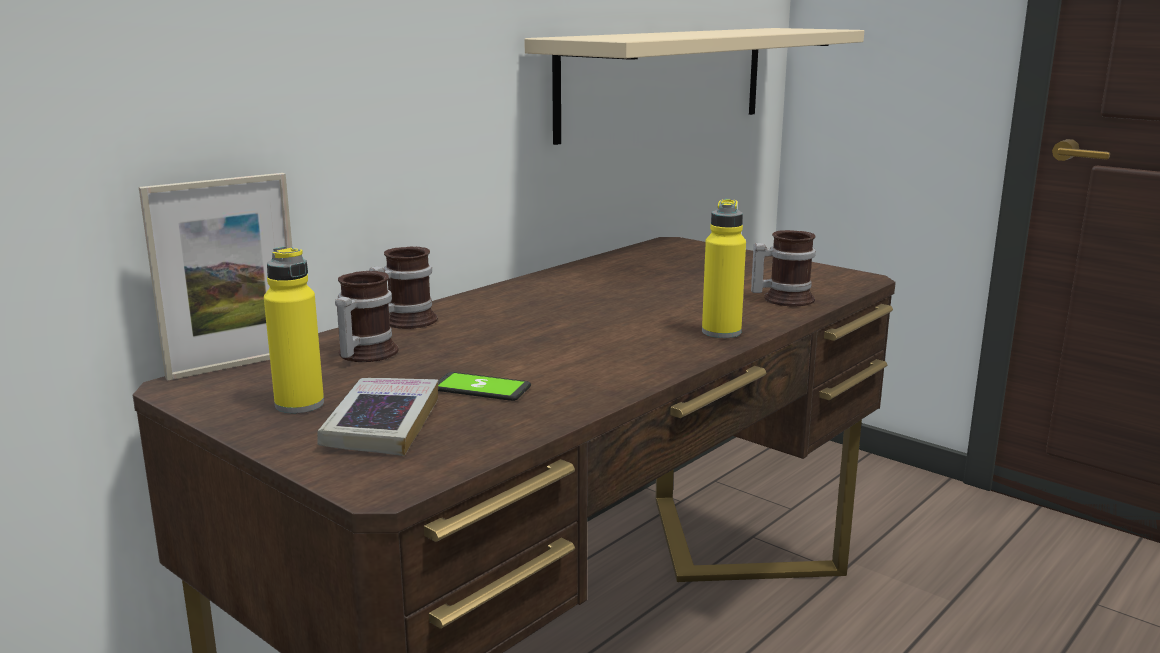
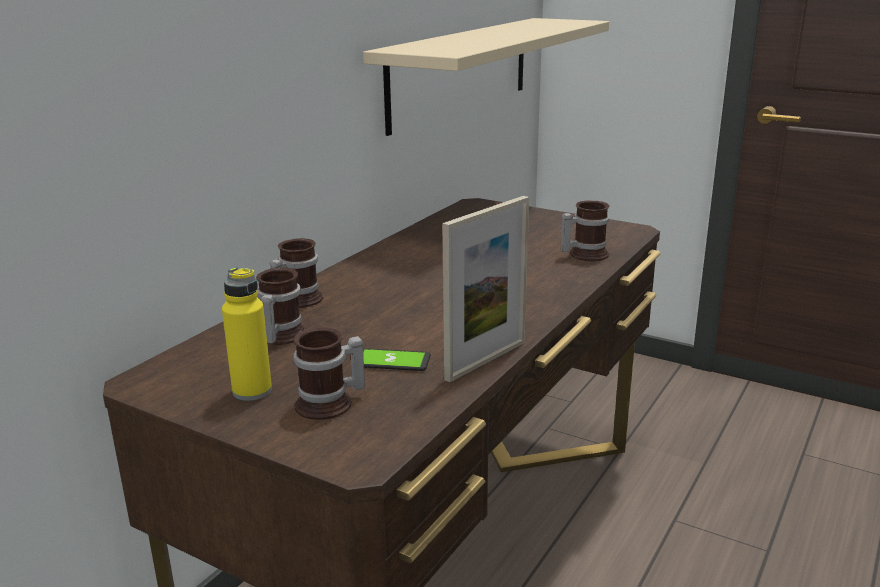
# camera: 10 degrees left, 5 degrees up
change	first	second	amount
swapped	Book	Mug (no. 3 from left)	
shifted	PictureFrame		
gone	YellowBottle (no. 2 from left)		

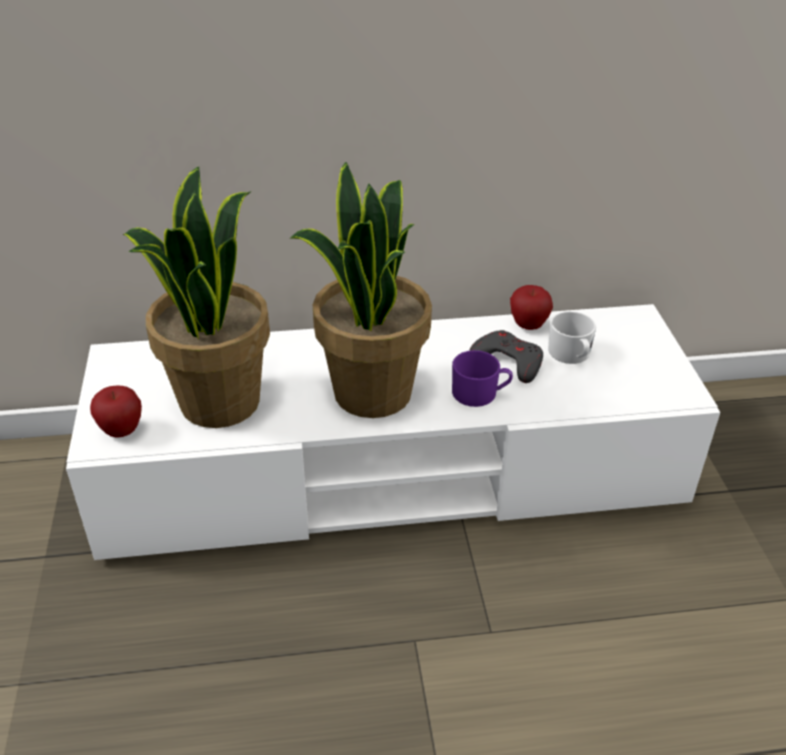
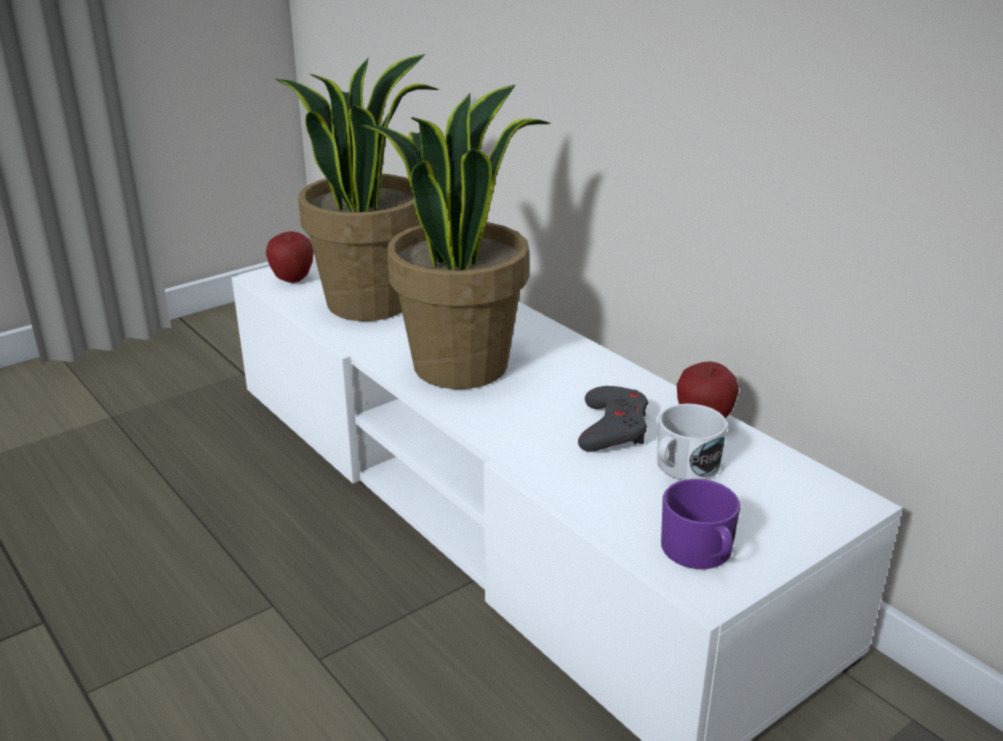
# camera: 60 degrees right, 10 degrees down
change	first	second	amount
shifted	PurpleMug		

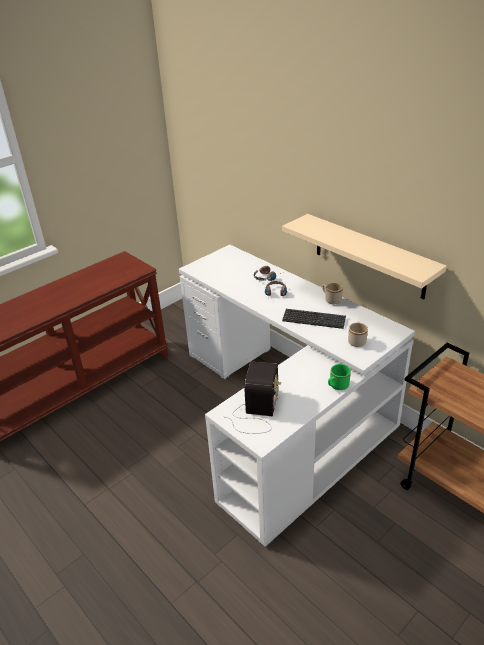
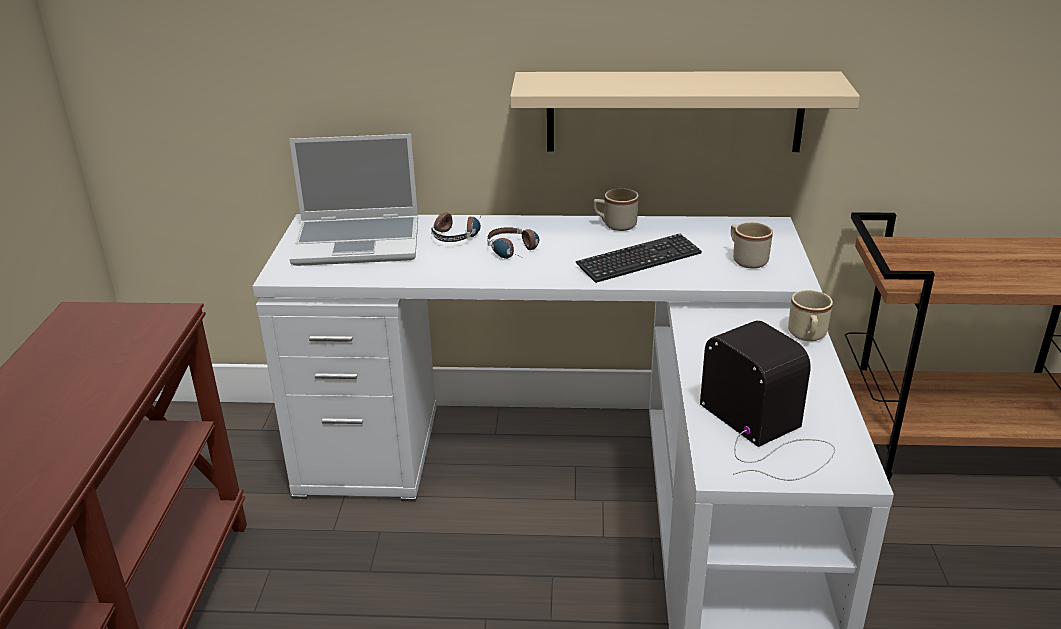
# camera: 45 degrees left, 5 degrees down
change	first	second	amount
new		Laptop	
repainted	GreenMug	BeigeMug (no. 3 from left)	

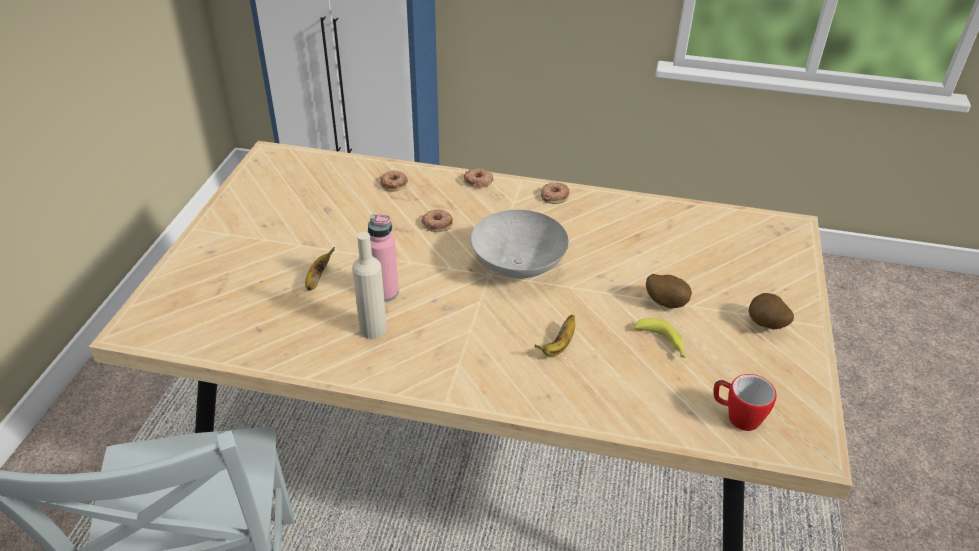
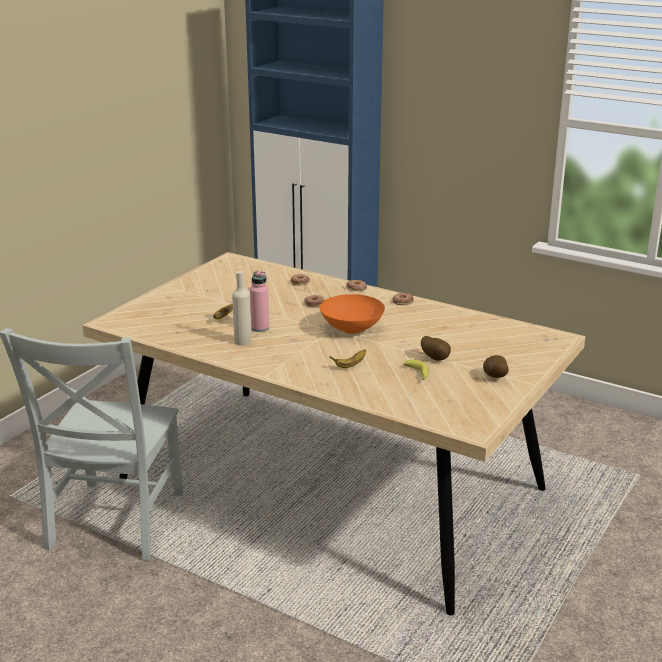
# camera: 20 degrees right, 15 degrees down
change	first	second	amount
repainted	GreyBowl	OrangeBowl	
gone	Mug		

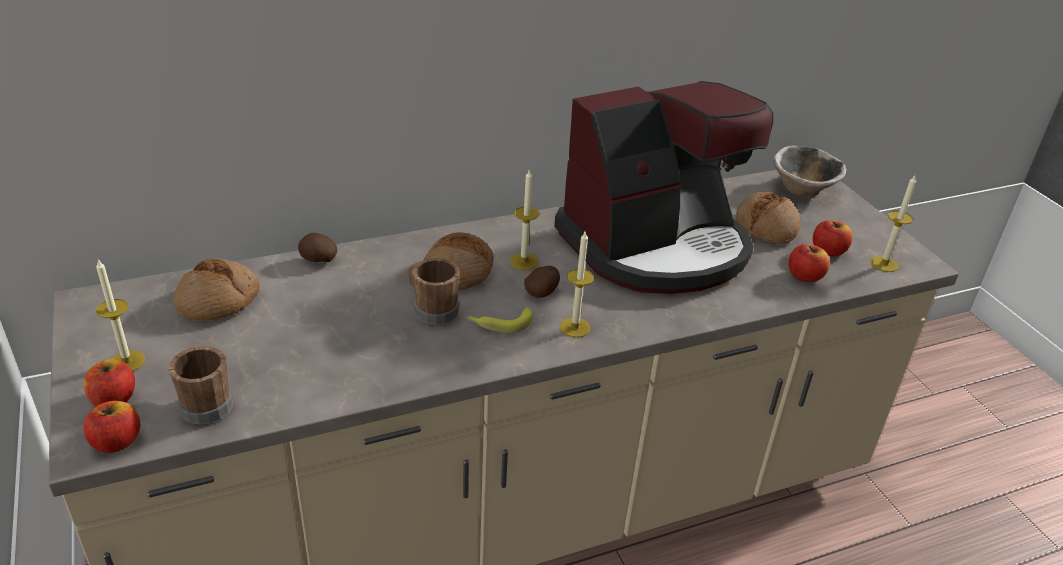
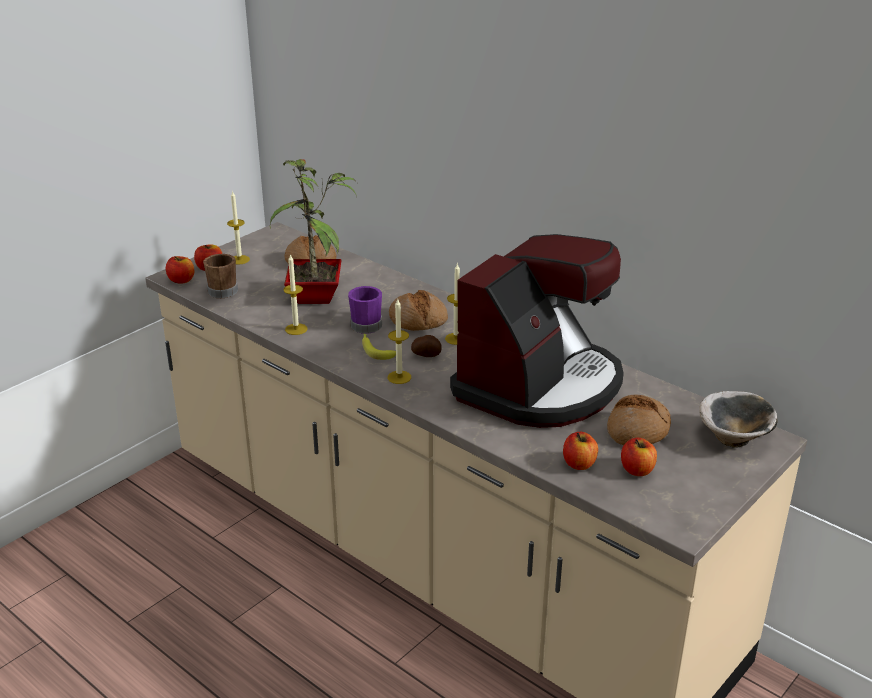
# camera: 65 degrees right, 5 degrees down
change	first	second	amount
new		PottedPlant	
shifted	Candle (no. 4 from left in the first image)	Candle (no. 2 from left)	
repainted	BrownMug (no. 2 from left)	PurpleMug	
rotated	CoffeeMachine		90 degrees counterclockwise
gone	Potato (no. 1 from left)		

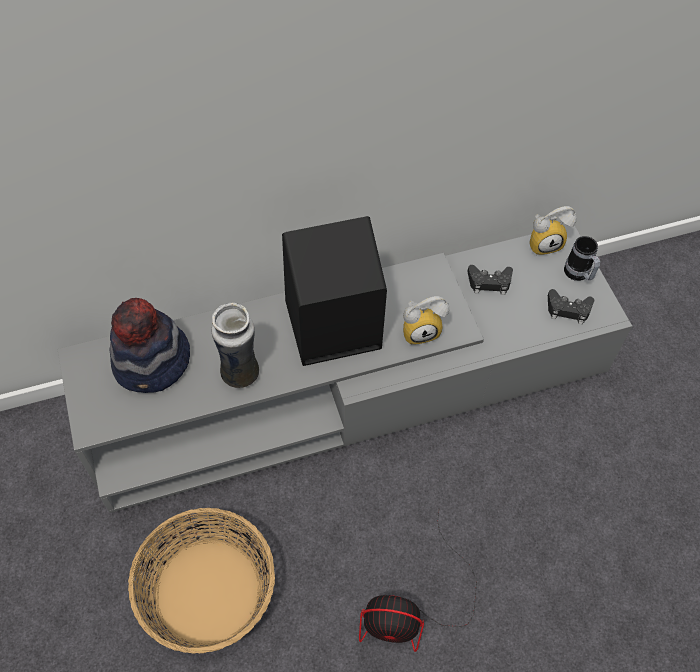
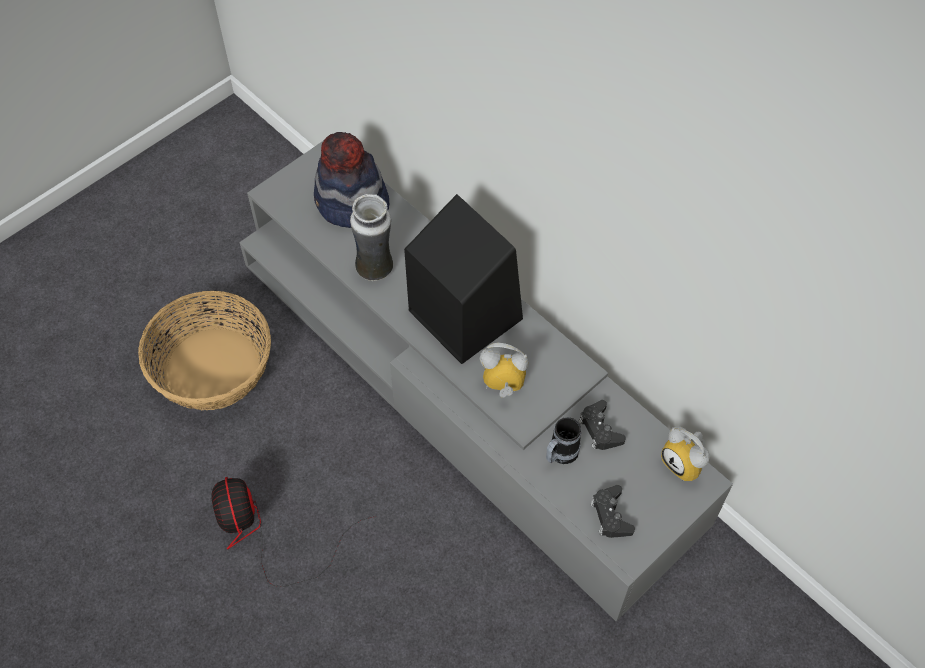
# camera: 65 degrees right, 0 degrees up
change	first	second	amount
rotated	AlarmClock (no. 1 from left)		135 degrees clockwise
shifted	Mug		

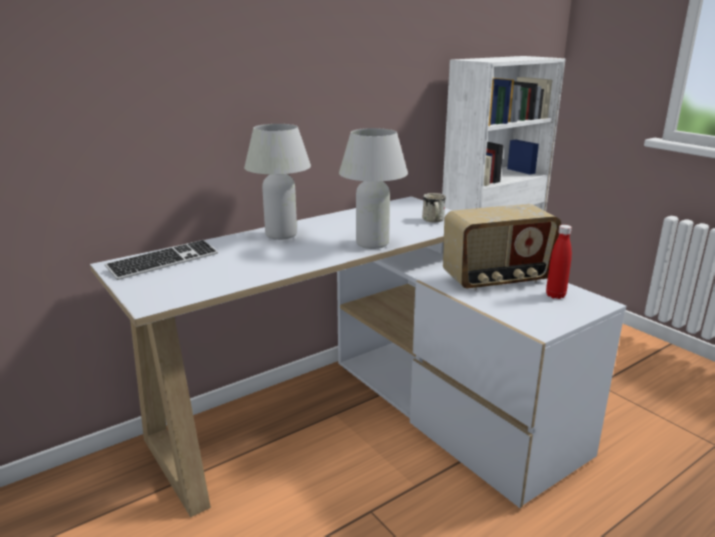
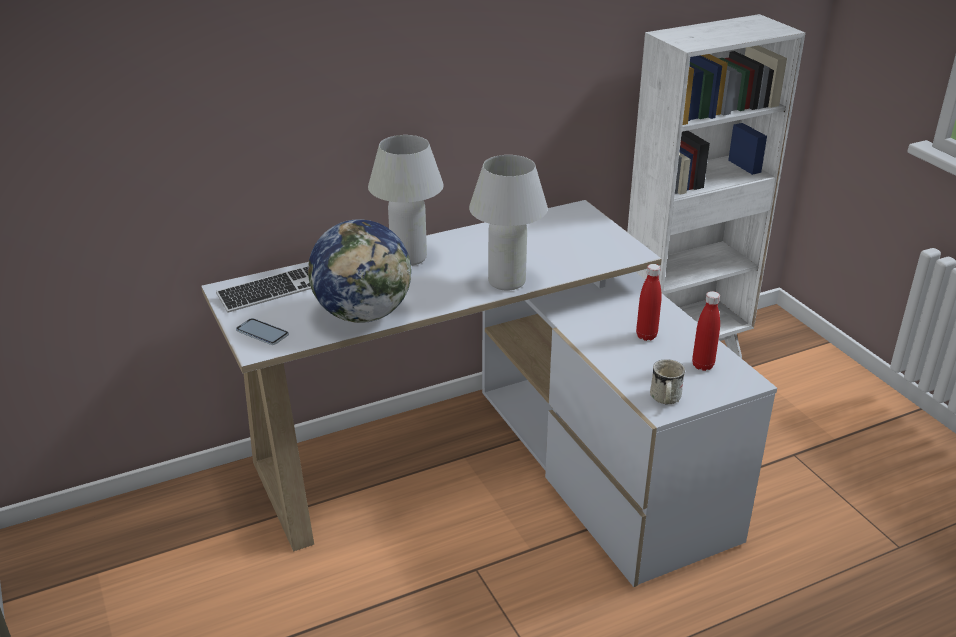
# camera: 10 degrees right, 10 degrees up
change	first	second	amount
new		Phone	
new		Globe	
swapped	Radio	RedBottle (no. 1 from left)	
shifted	WhiteMug		

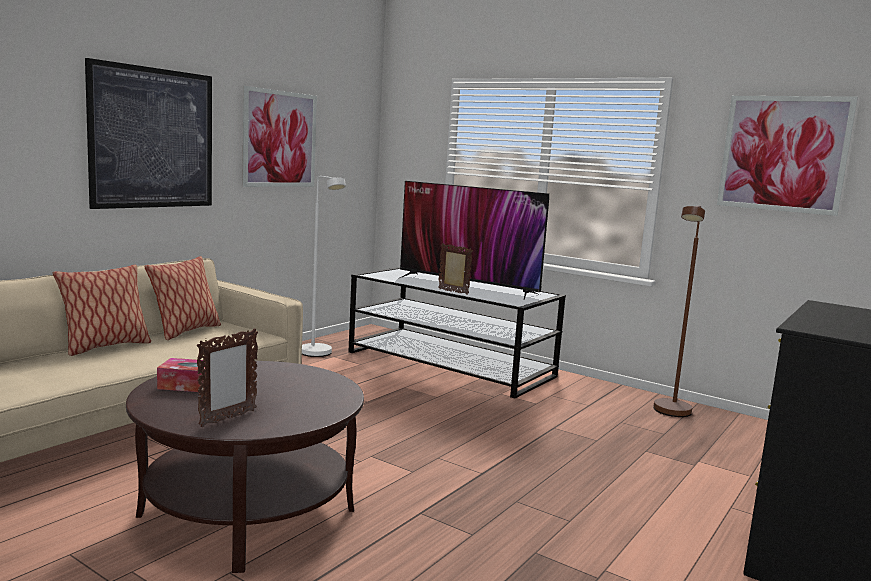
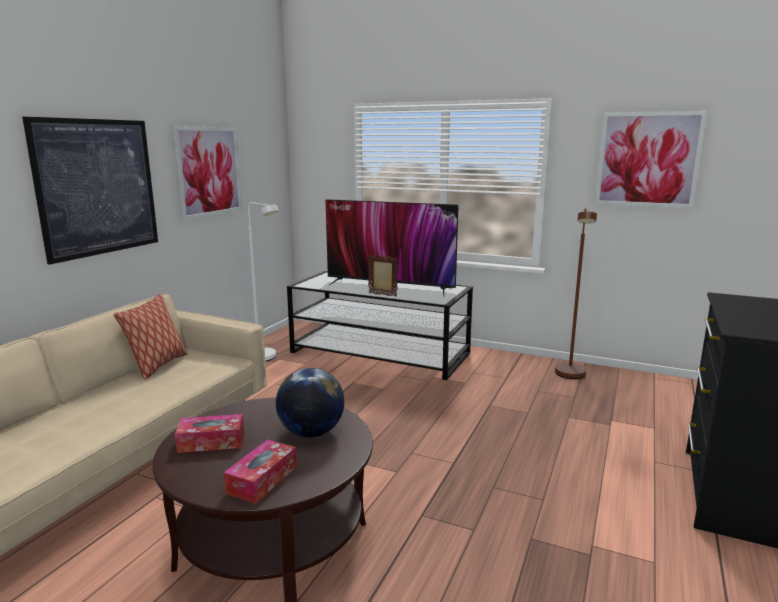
# camera: 10 degrees left, 5 degrees up
change	first	second	amount
swapped	PictureFrame (no. 1 from left)	TissueBox (no. 2 from left)	
new		Globe	
gone	Pillow (no. 1 from left)		

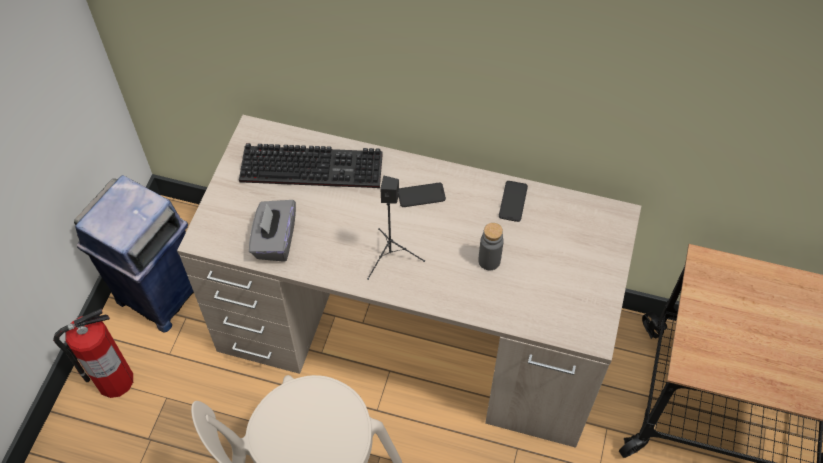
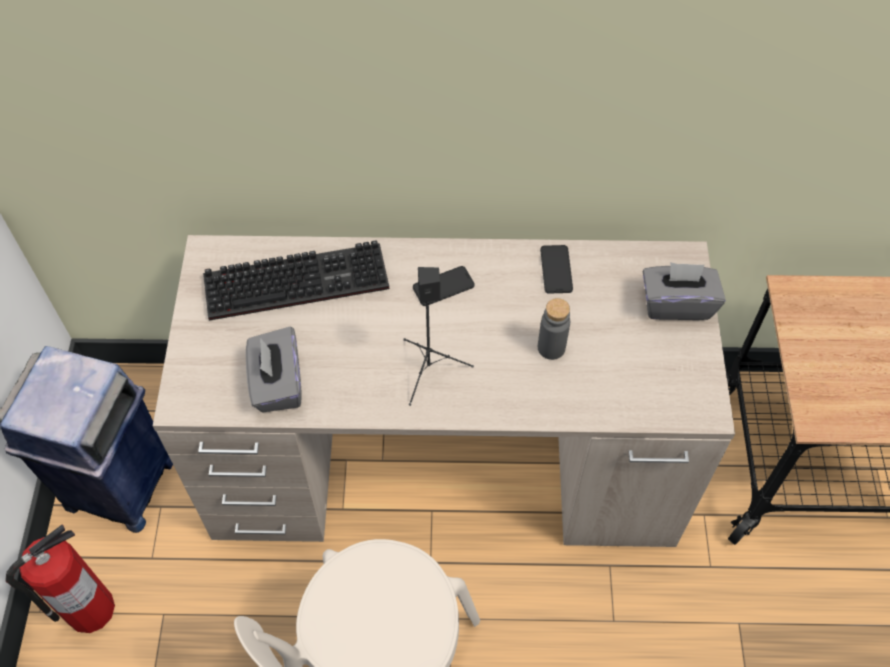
# camera: 15 degrees left, 0 degrees up
change	first	second	amount
new		GreyTissueBox (no. 2 from left)	

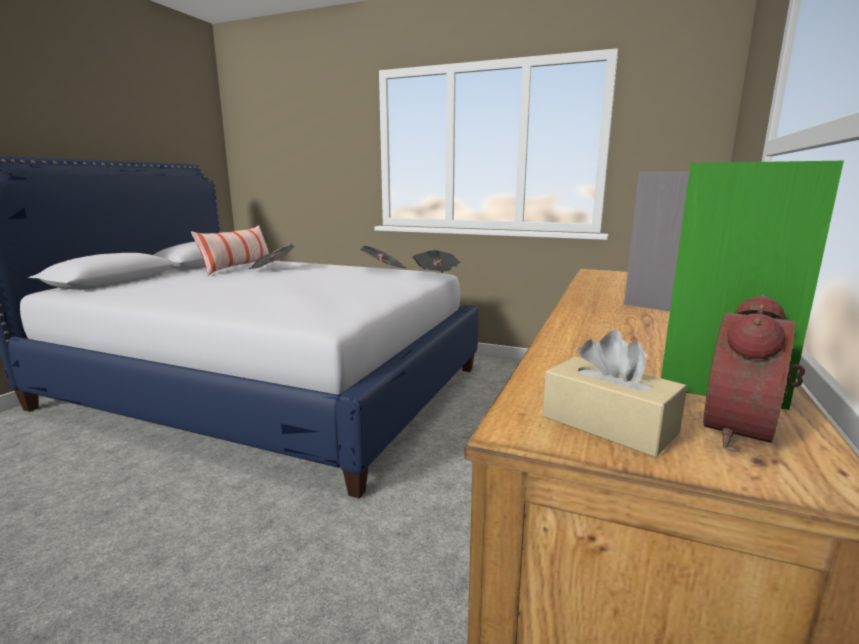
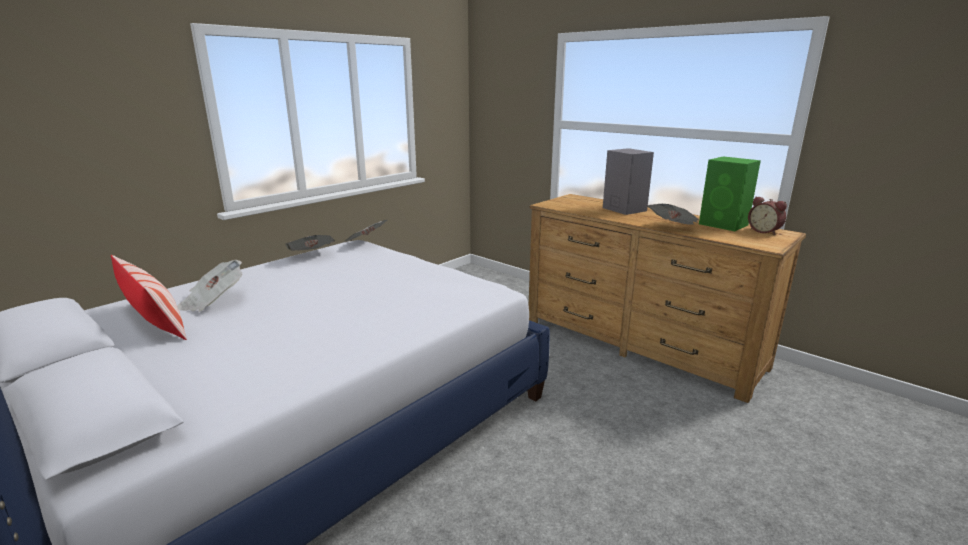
# camera: 70 degrees left, 5 degrees up
change	first	second	amount
new		Newspaper (no. 4 from left)	
gone	BeigeTissueBox		

